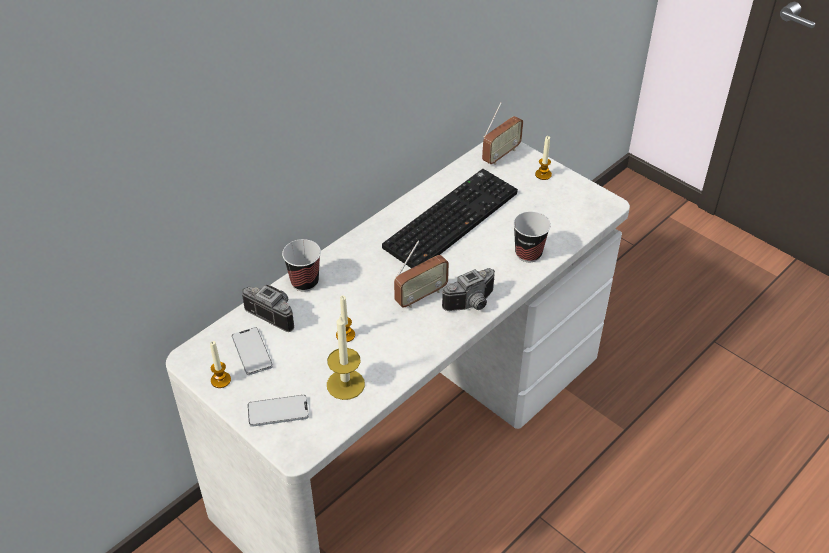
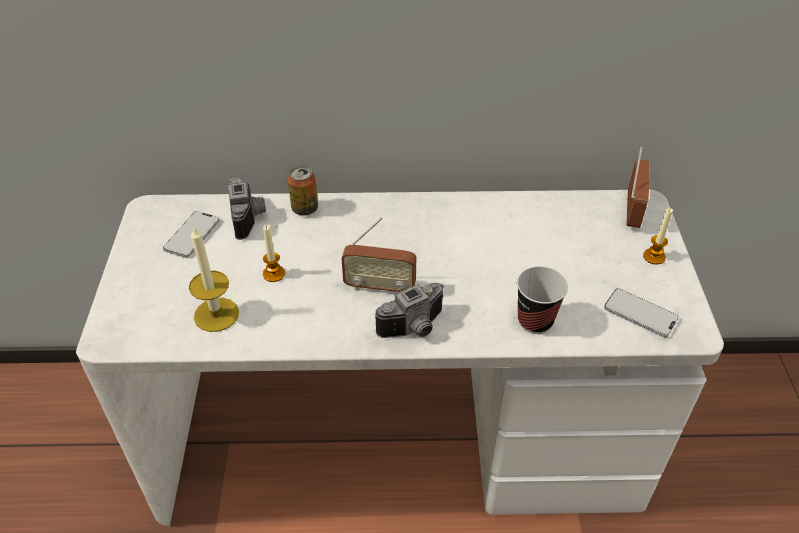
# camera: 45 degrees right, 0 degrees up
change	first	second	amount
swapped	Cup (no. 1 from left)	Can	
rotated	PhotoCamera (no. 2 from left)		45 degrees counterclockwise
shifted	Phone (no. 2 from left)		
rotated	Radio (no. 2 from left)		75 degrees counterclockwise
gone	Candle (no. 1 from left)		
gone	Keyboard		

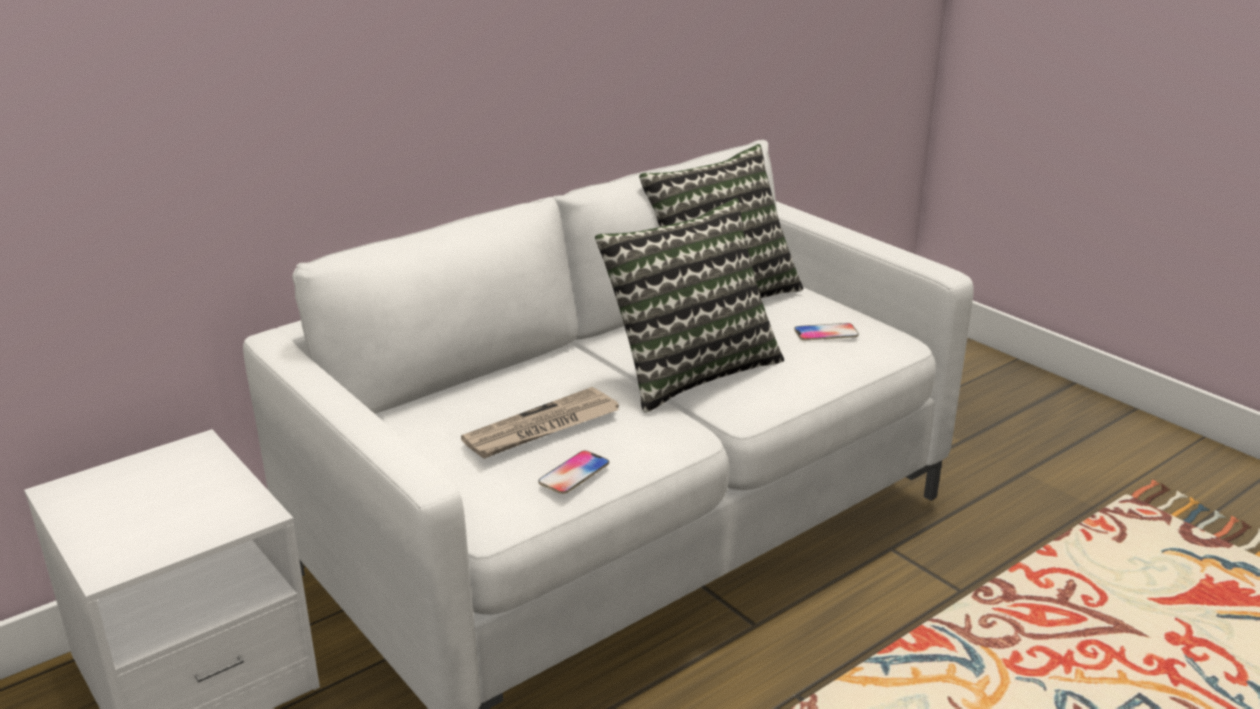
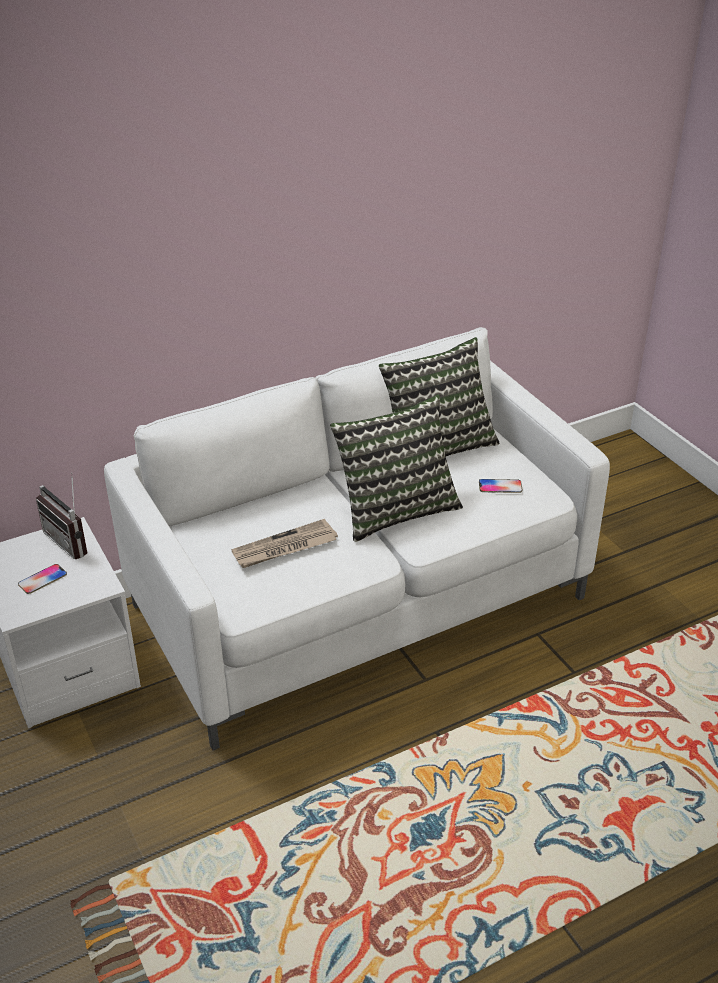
# camera: 10 degrees right, 10 degrees up
change	first	second	amount
shifted	Phone (no. 1 from left)		
new		Radio	

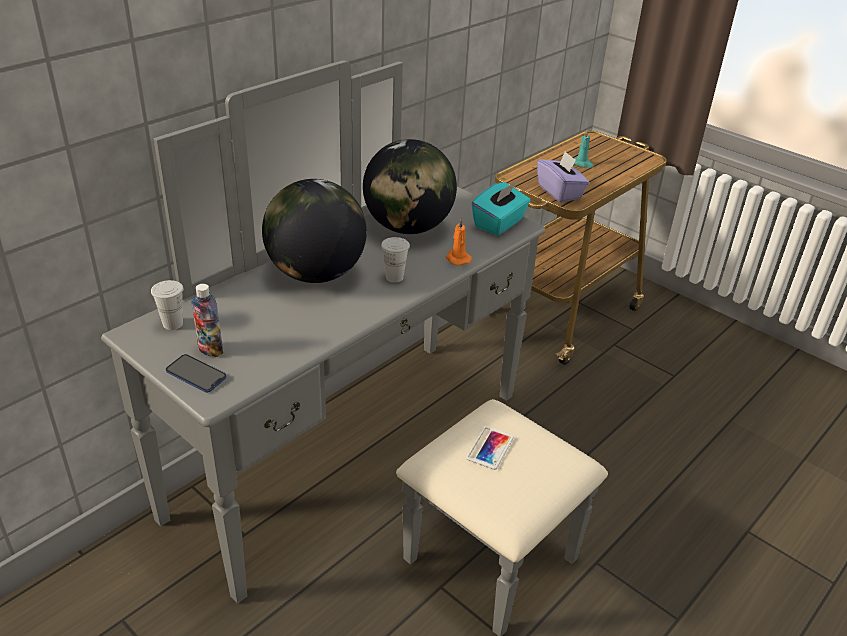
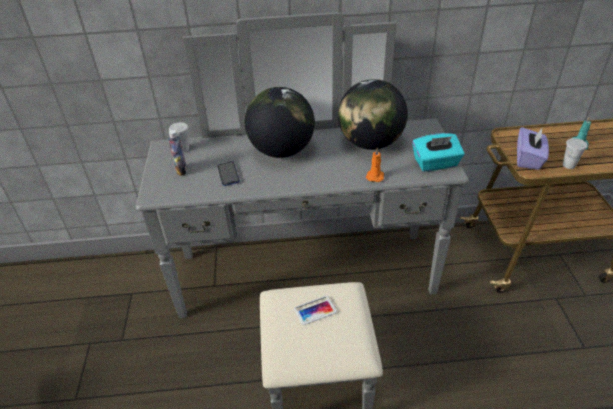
# camera: 45 degrees right, 5 degrees up
change	first	second	amount
shifted	Phone (no. 1 from left)		
shifted	WhiteCup (no. 2 from left)		

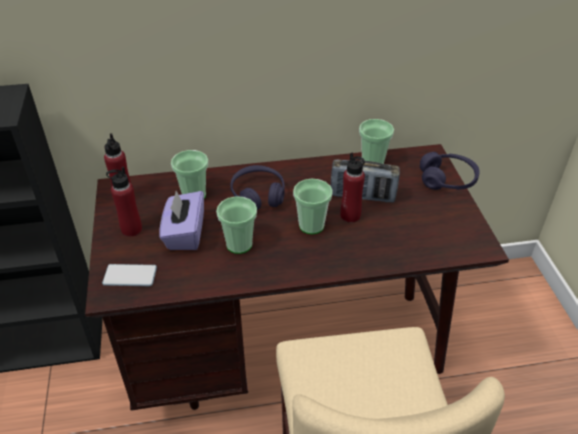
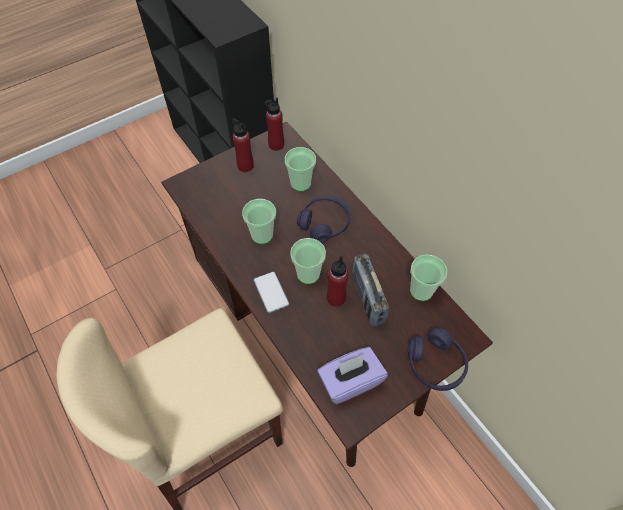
# camera: 65 degrees right, 15 degrees up
change	first	second	amount
shifted	Phone		
shifted	PurpleTissueBox		

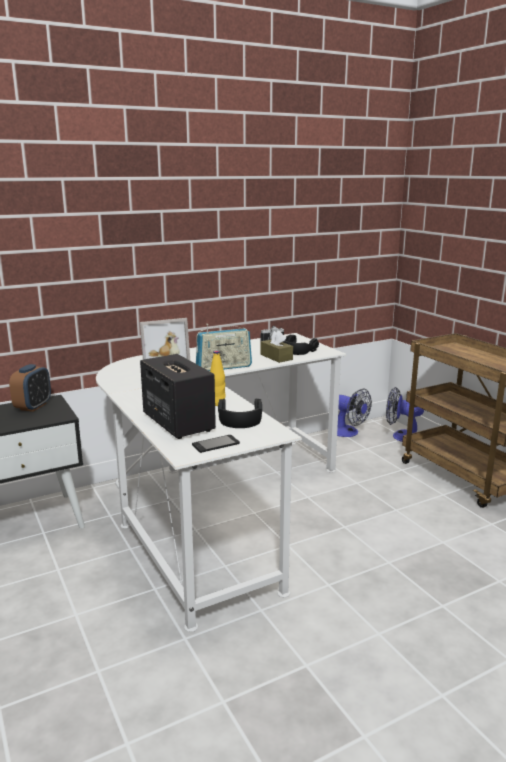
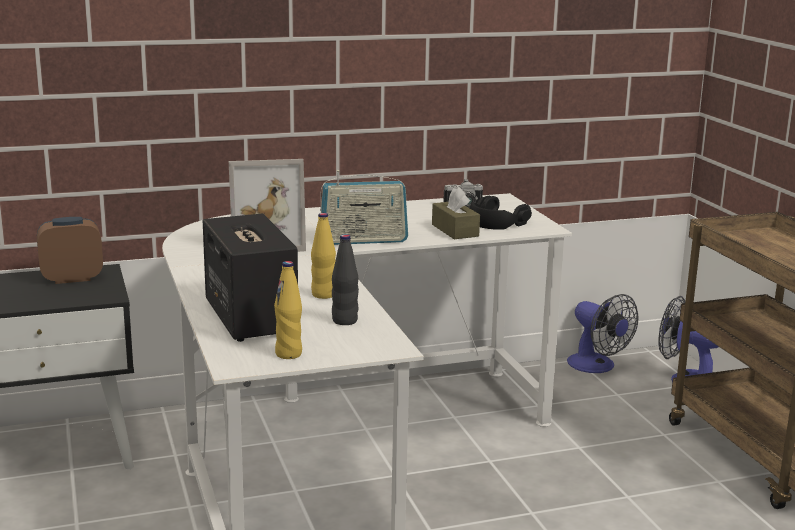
# camera: 10 degrees right, 0 degrees up
change	first	second	amount
rotated	AlarmClock		135 degrees counterclockwise
swapped	Phone	YellowBottle (no. 1 from left)	
swapped	BlackHeadphones (no. 1 from left)	BlackBottle	

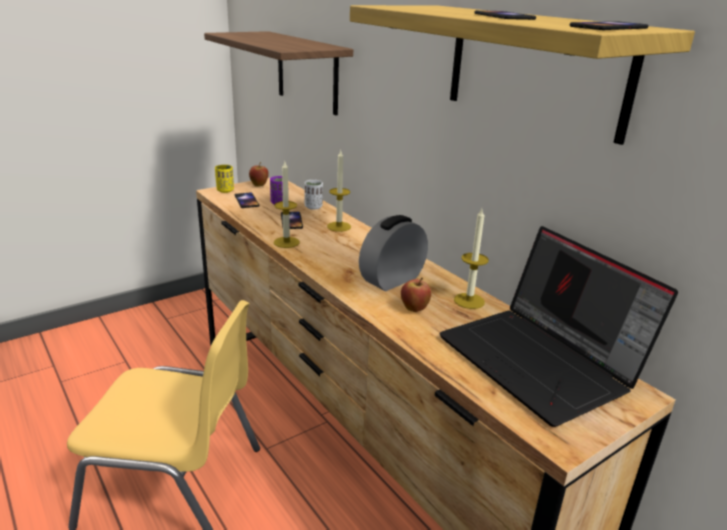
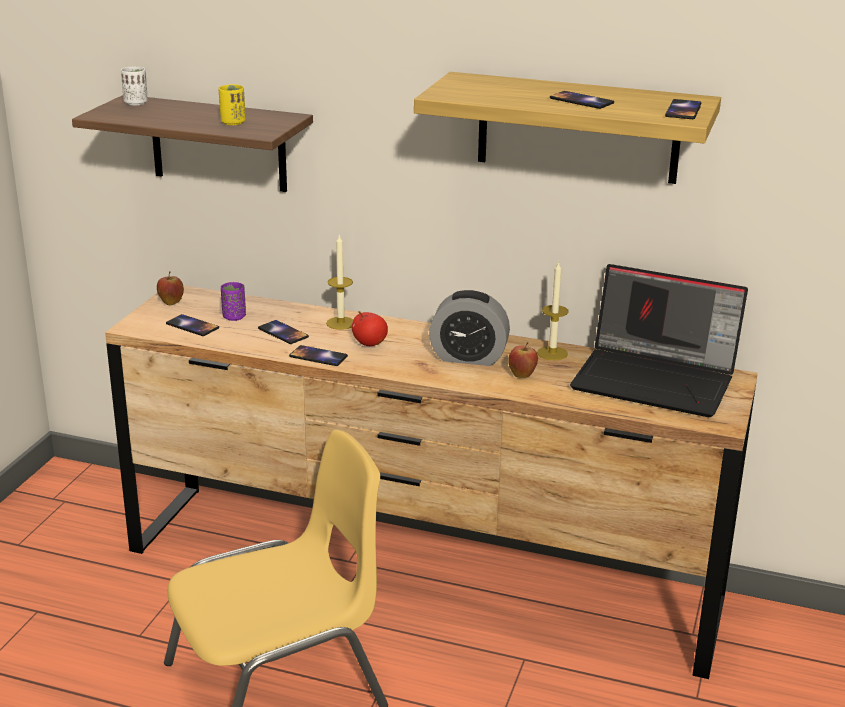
# camera: 35 degrees left, 0 degrees up
change	first	second	amount
shifted	WhiteCup		
shifted	YellowCup		
swapped	Candle (no. 1 from left)	Phone (no. 3 from left)	
new		Apple (no. 2 from left)	
rotated	AlarmClock		90 degrees counterclockwise

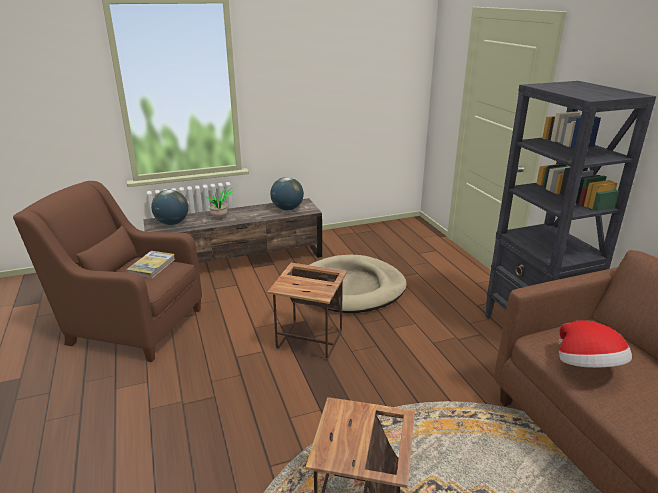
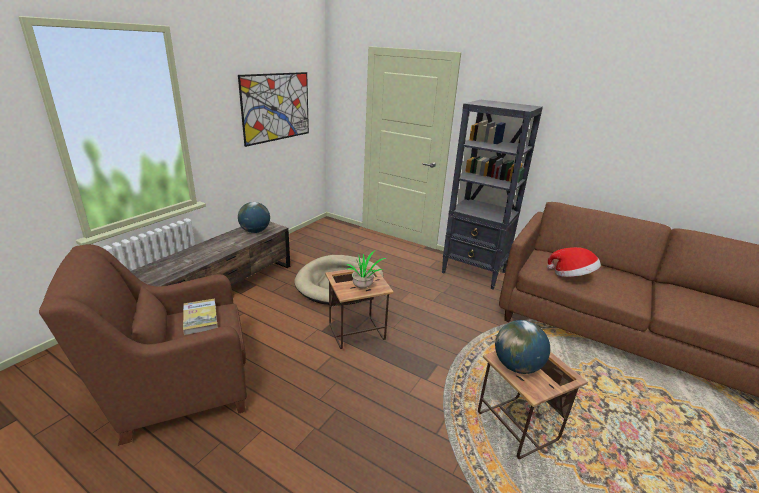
# camera: 40 degrees left, 0 degrees up
change	first	second	amount
new		Picture	
shifted	PottedPlant		
shifted	Globe (no. 1 from left in the first image)	Globe (no. 2 from left)	

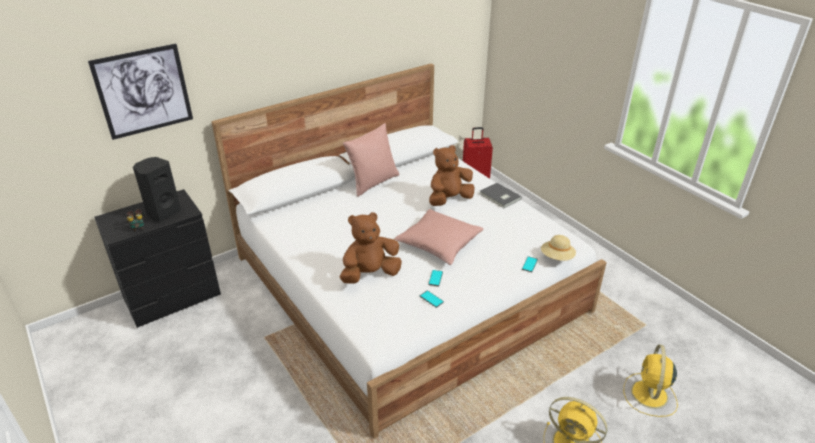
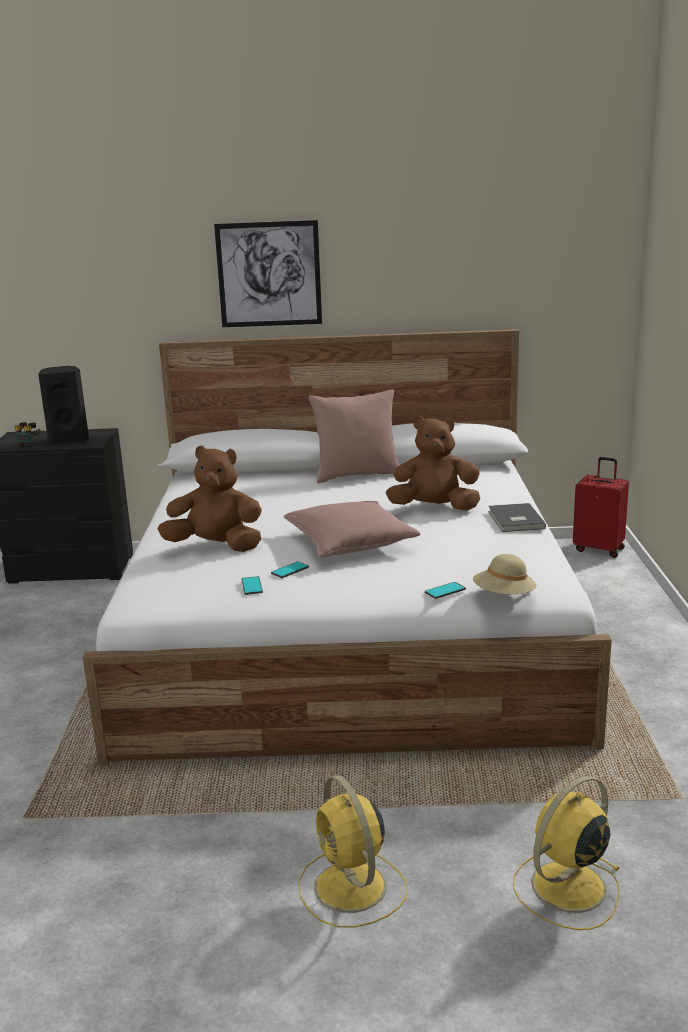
# camera: 35 degrees right, 15 degrees down
change	first	second	amount
shifted	Picture		

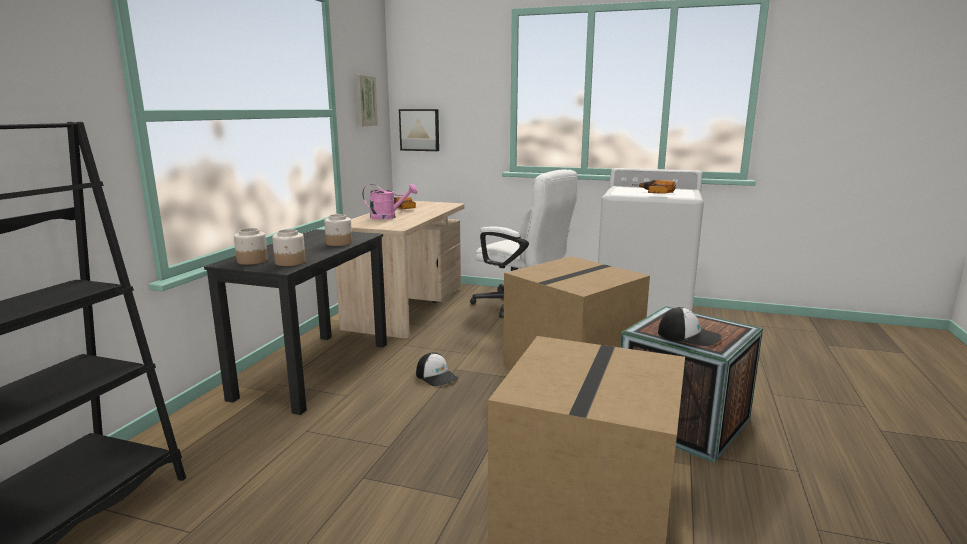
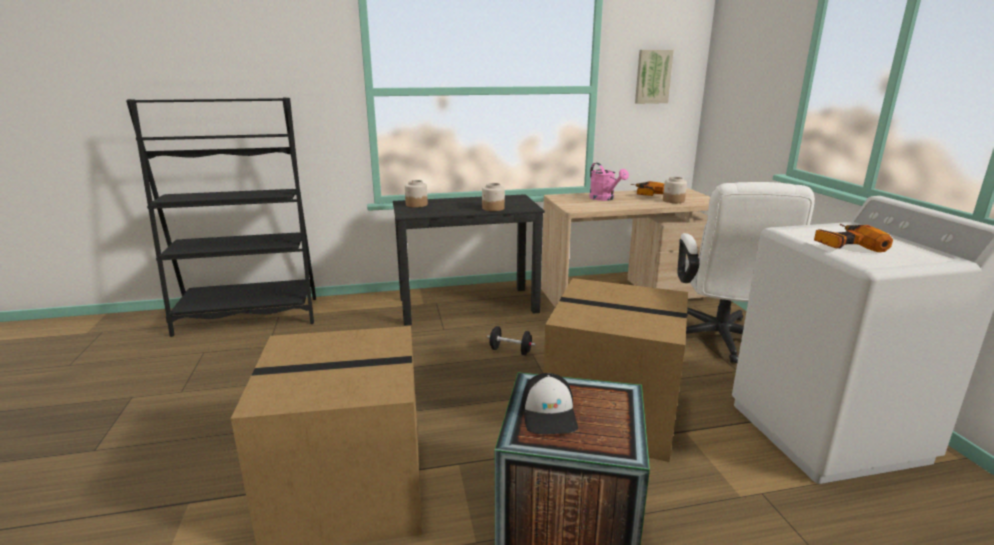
# camera: 60 degrees right, 5 degrees up
change	first	second	amount
swapped	Cap (no. 1 from left)	BlackDumbbell	
shifted	Jar (no. 2 from left in the first image)	Jar (no. 3 from left)	
gone	Picture (no. 2 from left)		

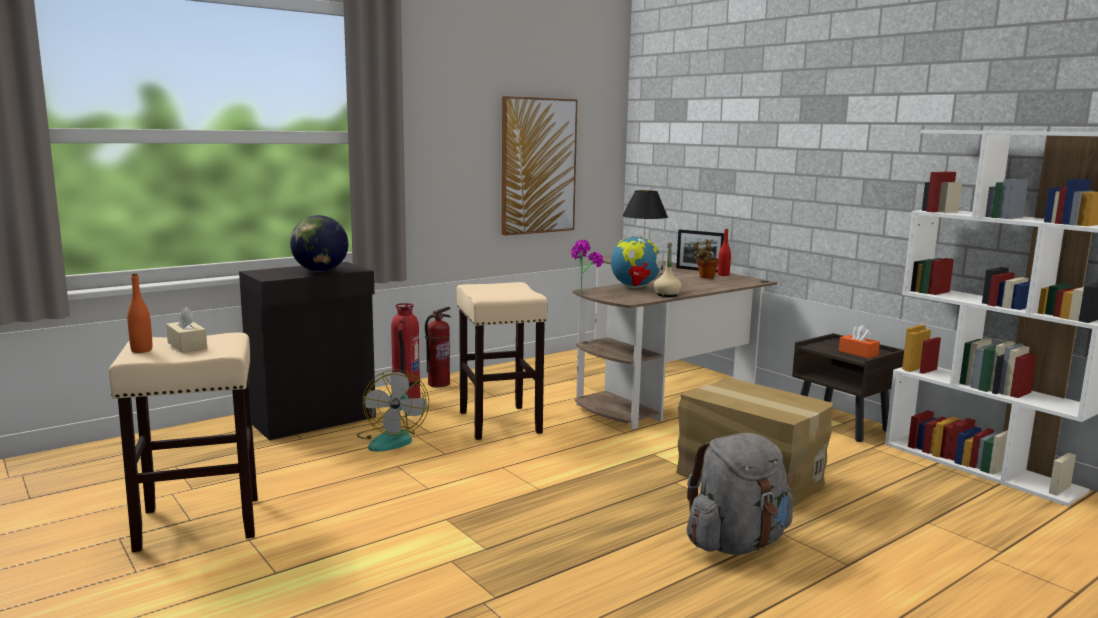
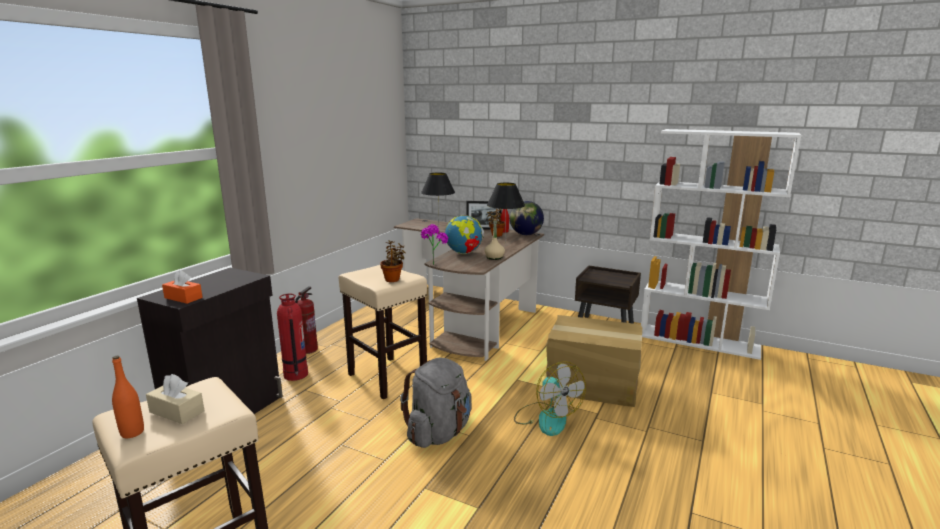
# camera: 25 degrees left, 5 degrees up
change	first	second	amount
shifted	OrangeTissueBox		
new		PottedPlant (no. 1 from left)	
shifted	GreyBackpack		
new		BlackTableLamp (no. 2 from left)	
shifted	Globe (no. 1 from left in the first image)	Globe (no. 2 from left)	
shifted	Fan		
gone	Picture		

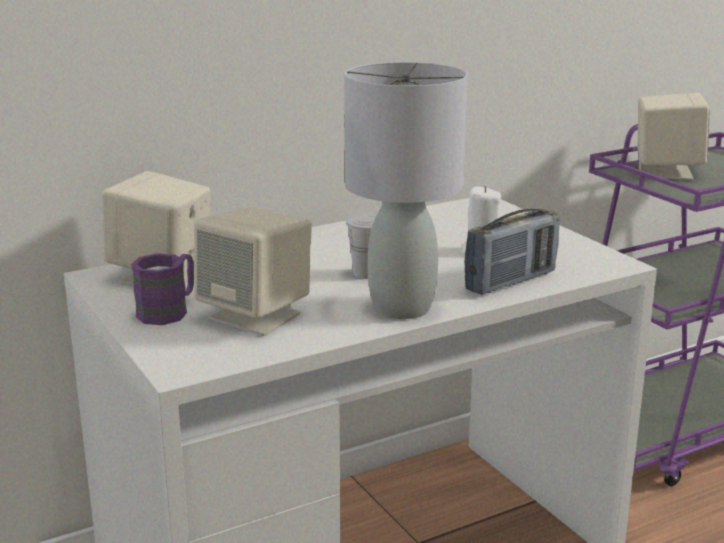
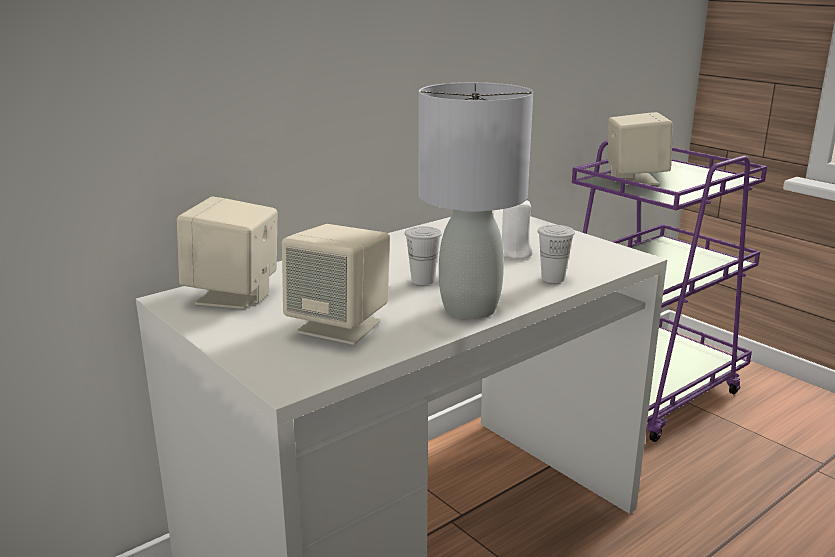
# camera: 10 degrees left, 0 degrees up
change	first	second	amount
swapped	Radio	WhiteCup (no. 2 from left)	
gone	PurpleMug		

